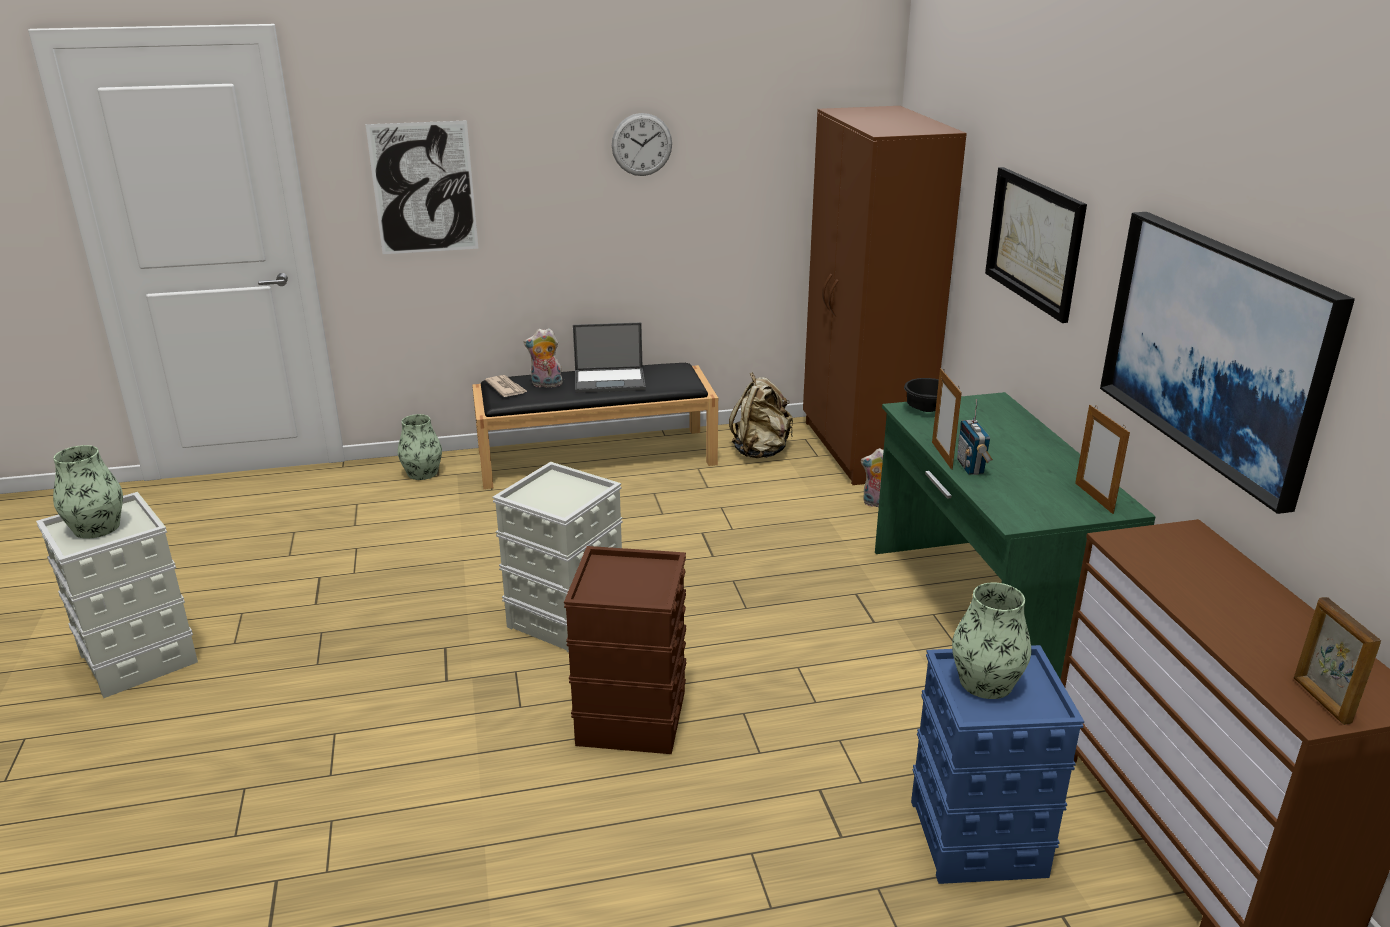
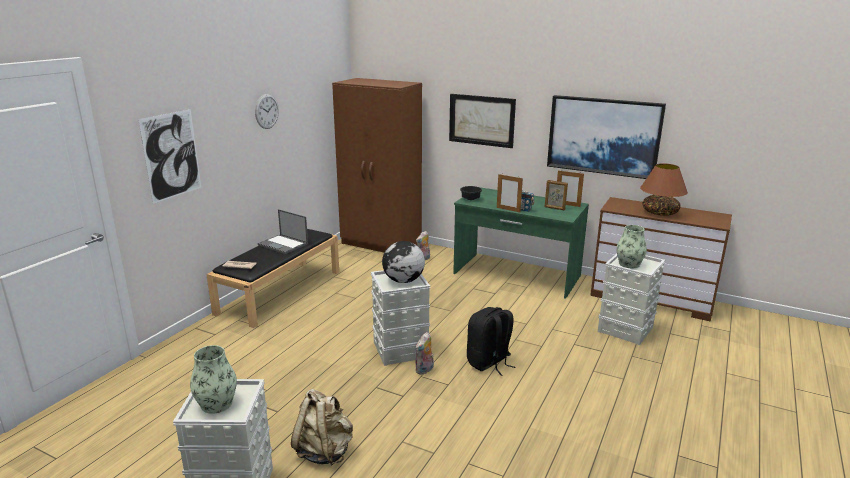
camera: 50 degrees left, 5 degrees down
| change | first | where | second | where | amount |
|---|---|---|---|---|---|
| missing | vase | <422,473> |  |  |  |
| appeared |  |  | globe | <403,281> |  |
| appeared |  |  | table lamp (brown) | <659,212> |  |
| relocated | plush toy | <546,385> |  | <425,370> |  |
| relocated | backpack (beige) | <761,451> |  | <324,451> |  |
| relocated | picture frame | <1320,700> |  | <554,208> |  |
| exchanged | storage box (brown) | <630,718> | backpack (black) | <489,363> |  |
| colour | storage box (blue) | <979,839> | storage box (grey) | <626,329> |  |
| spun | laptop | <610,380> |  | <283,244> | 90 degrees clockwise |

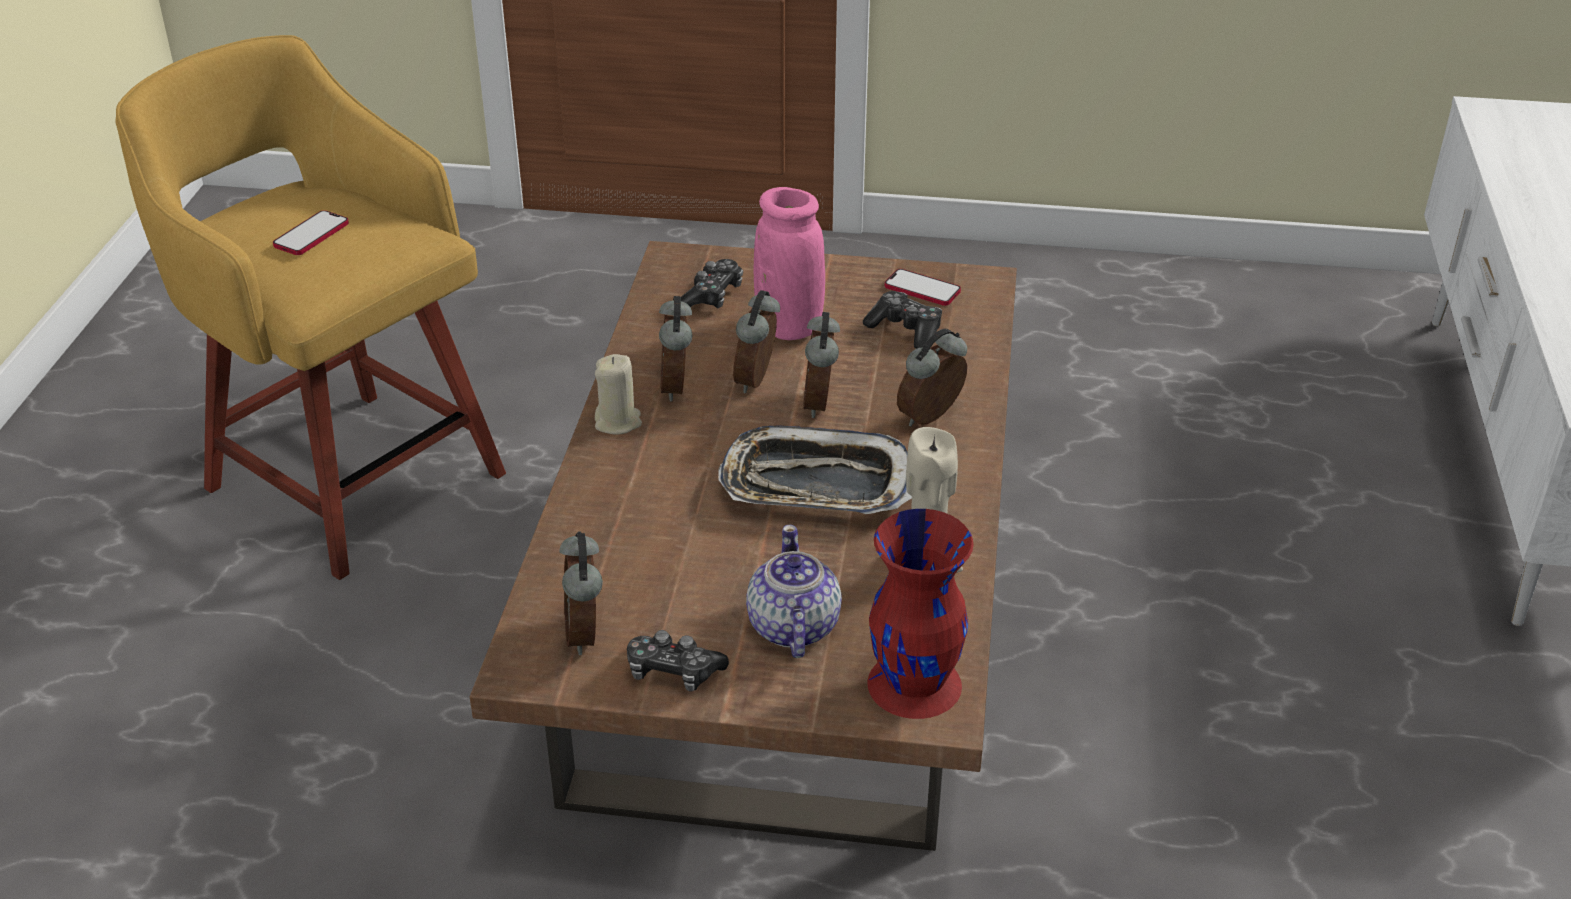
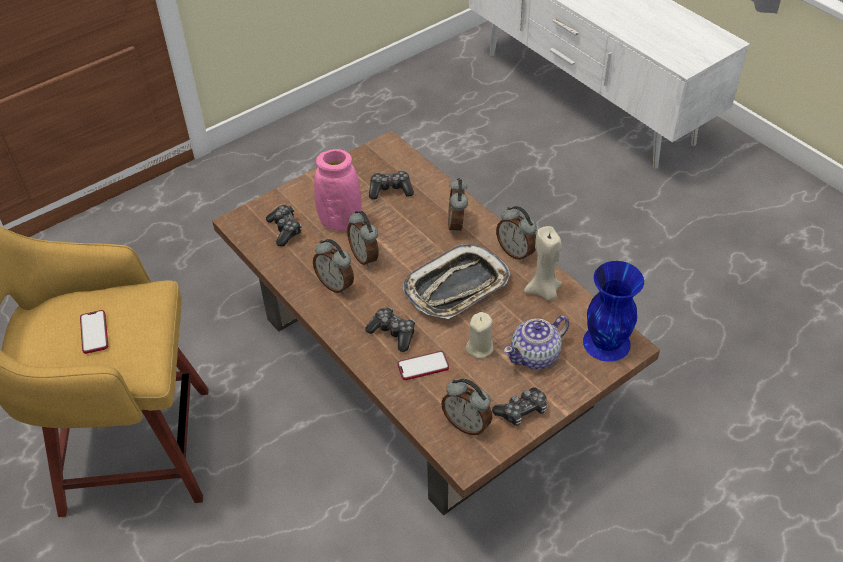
camera: 45 degrees left, 10 degrees up
| change | first | where | second | where | amount |
|---|---|---|---|---|---|
| appeared |  |  | game controller | <393,333> |  |
| relocated | candle (beige) | <618,422> |  | <479,347> |  |
| relocated | alarm clock | <820,403> |  | <516,252> |  |
| relocated | phone | <922,289> |  | <423,366> |  |
| colour | vase (red) | <916,684> | vase (blue) | <607,342> |  |
| spun | teapot | <792,627> |  | <535,355> | 75 degrees counterclockwise |

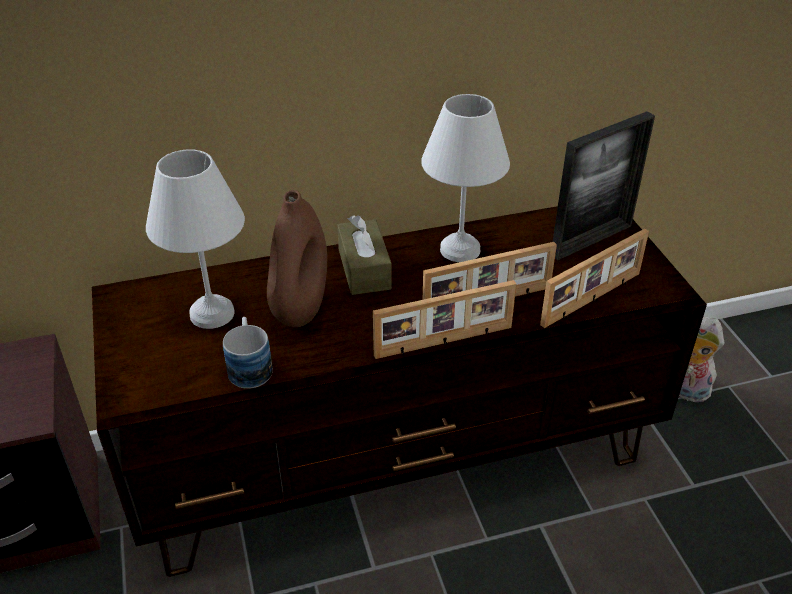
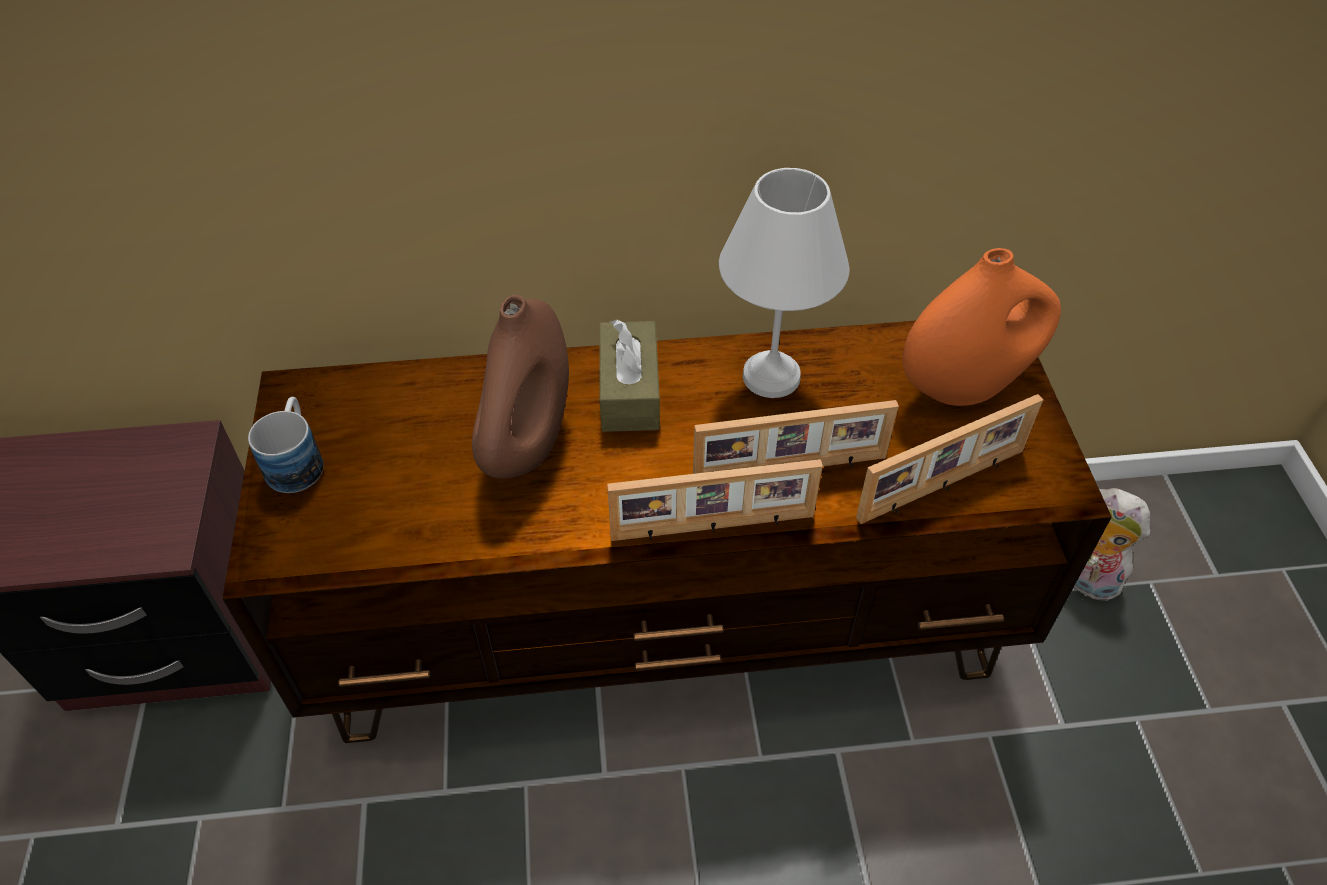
camera: 10 degrees right, 10 degrees up
| change | first | where | second | where | amount |
|---|---|---|---|---|---|
| missing | table lamp (white) | <214,312> |  |  |  |
| relocated | mug | <249,366> |  | <297,460> |  |
| exchanged | picture frame | <591,240> | vase (orange) | <966,384> |  |

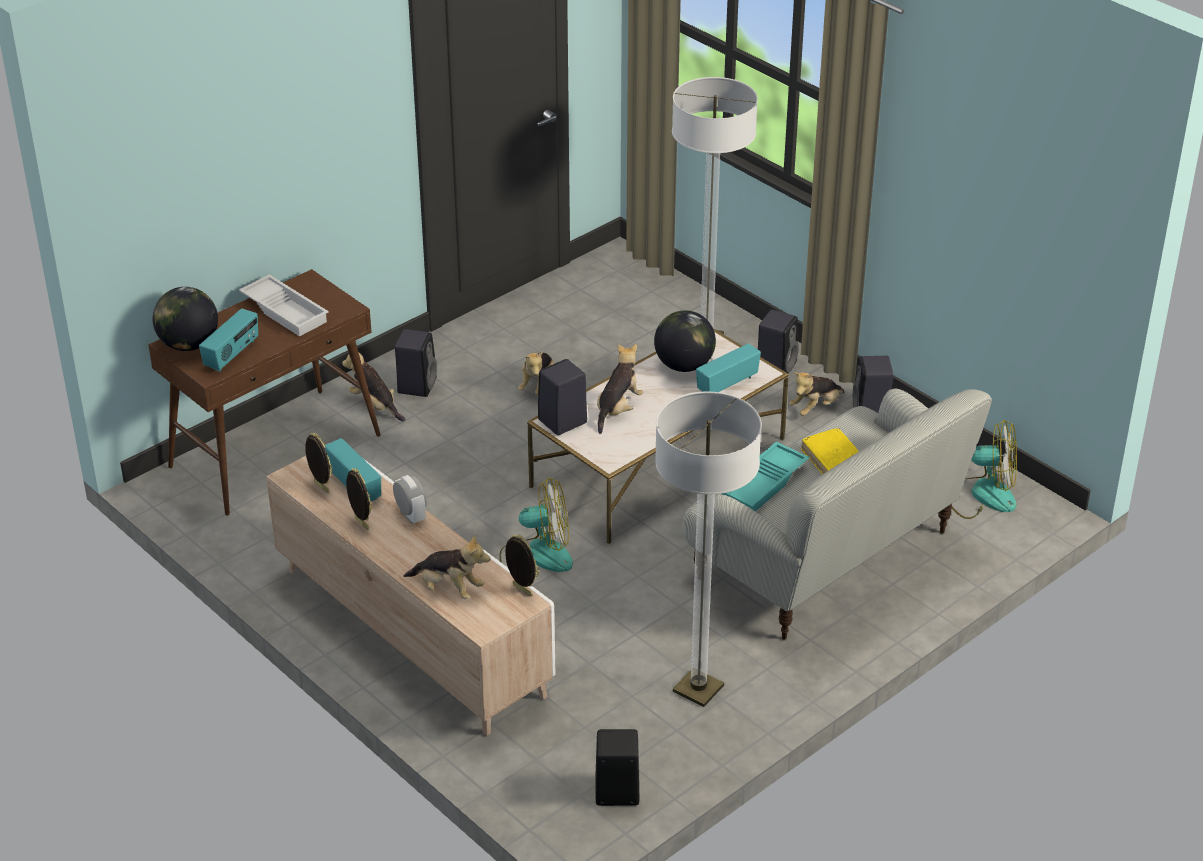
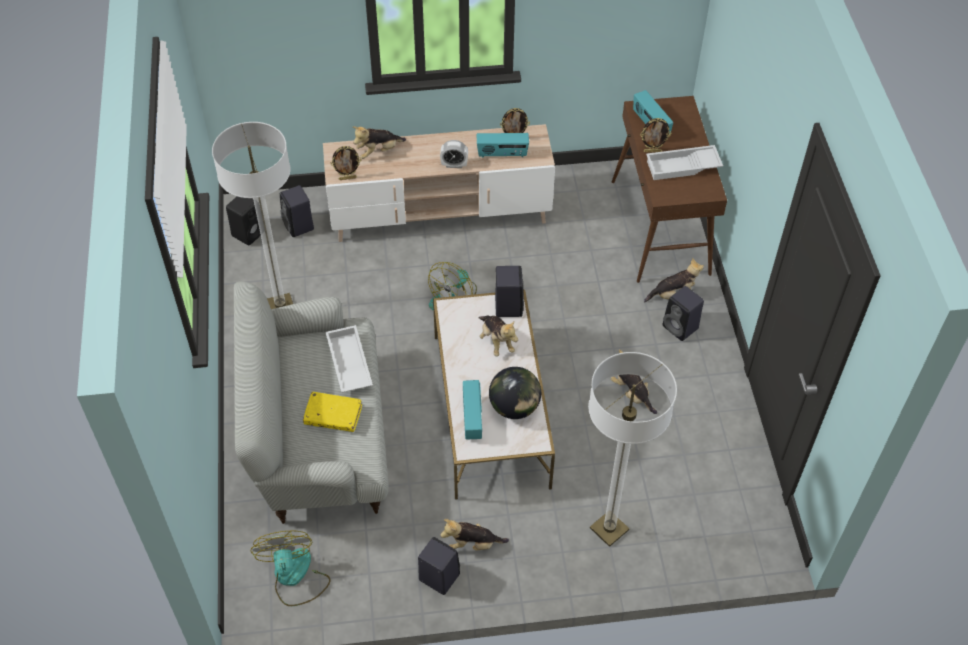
camera: 125 degrees right, 15 degrees up
| change | first | where | second | where | amount |
|---|---|---|---|---|---|
| missing | globe | <189,345> |  |  |  |
| relocated | picture frame | <360,524> |  | <652,151> |  |
| relocated | speaker (black) | <776,366> |  | <299,226> |  |
| colour | tray (turquoise) | <764,485> | tray (white) | <348,363> |  |
| spun | plush toy | <815,408> |  | <472,544> | 90 degrees counterclockwise |
| spun | fan | <981,495> |  | <294,577> | 120 degrees clockwise |

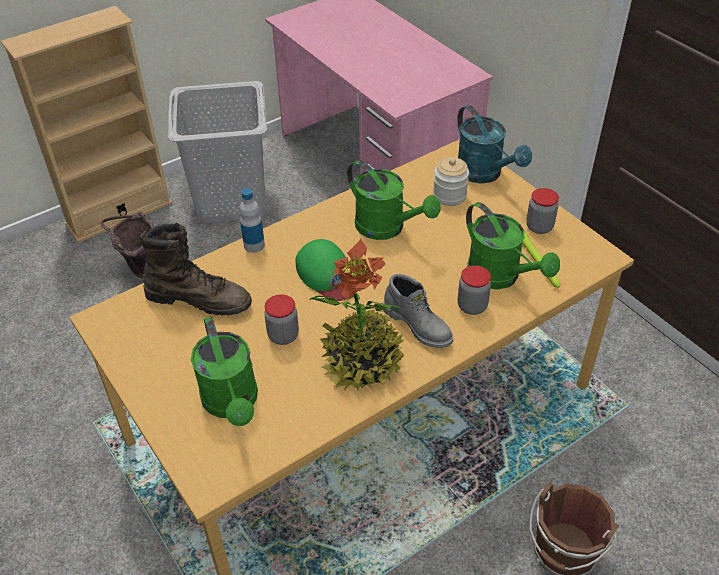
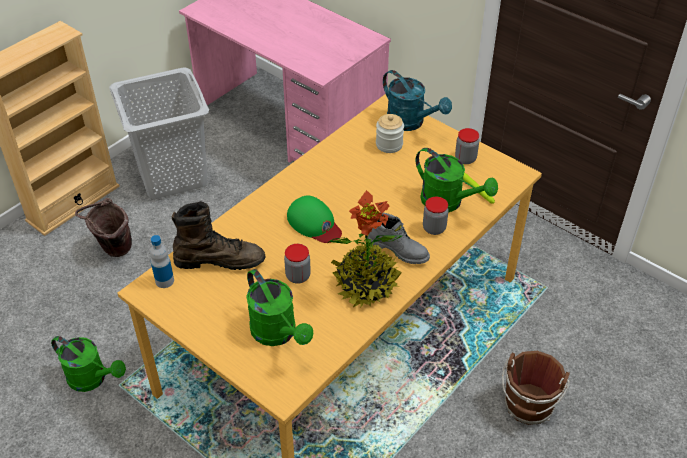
camera: 15 degrees left, 0 degrees up
| change | first | where | second | where | amount |
|---|---|---|---|---|---|
| relocated | bottle | <254,245> |  | <164,281> |  |
| relocated | watering can (green) | <387,228> |  | <93,379> |  |

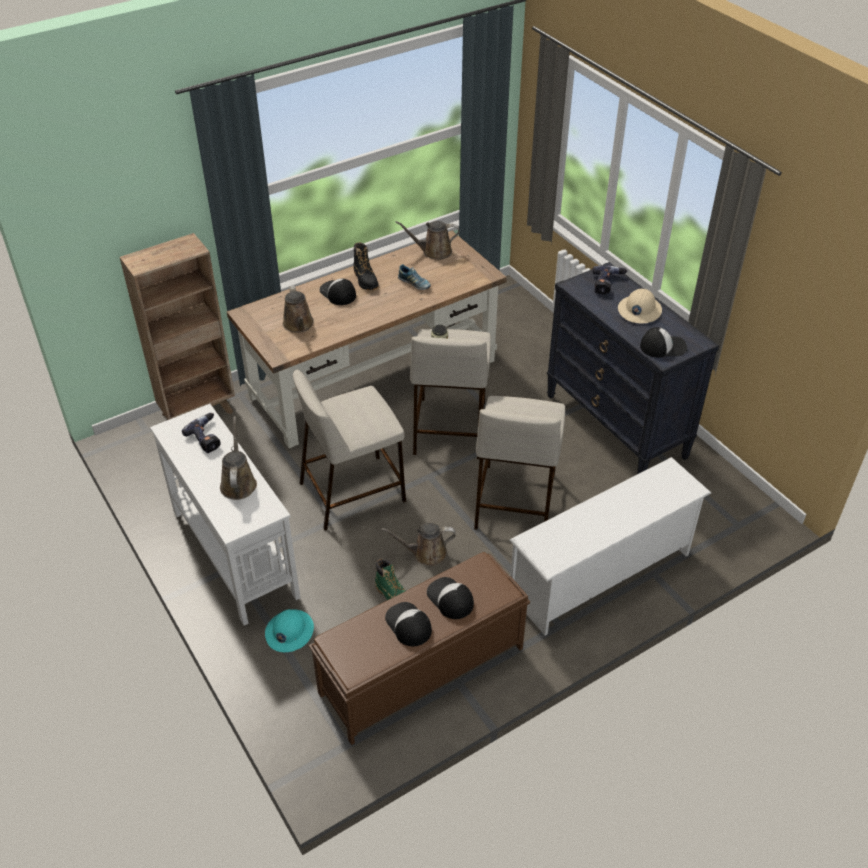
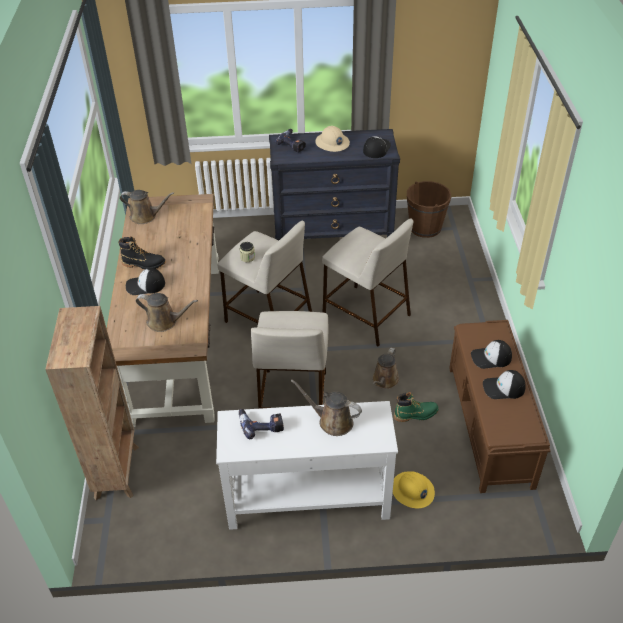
camera: 60 degrees left, 0 degrees up
| change | first | where | second | where | amount |
|---|---|---|---|---|---|
| missing | shoe | <414,284> |  |  |  |
| missing | shoe rack (white) | <601,577> |  |  |  |
| appeared |  |  | bucket (brown) | <425,227> |  |
| colour | hard hat (turquoise) | <289,631> | hard hat (yellow) | <412,491> |  |
| spun | watering can (brown) | <433,252> |  | <146,216> | 105 degrees counterclockwise |

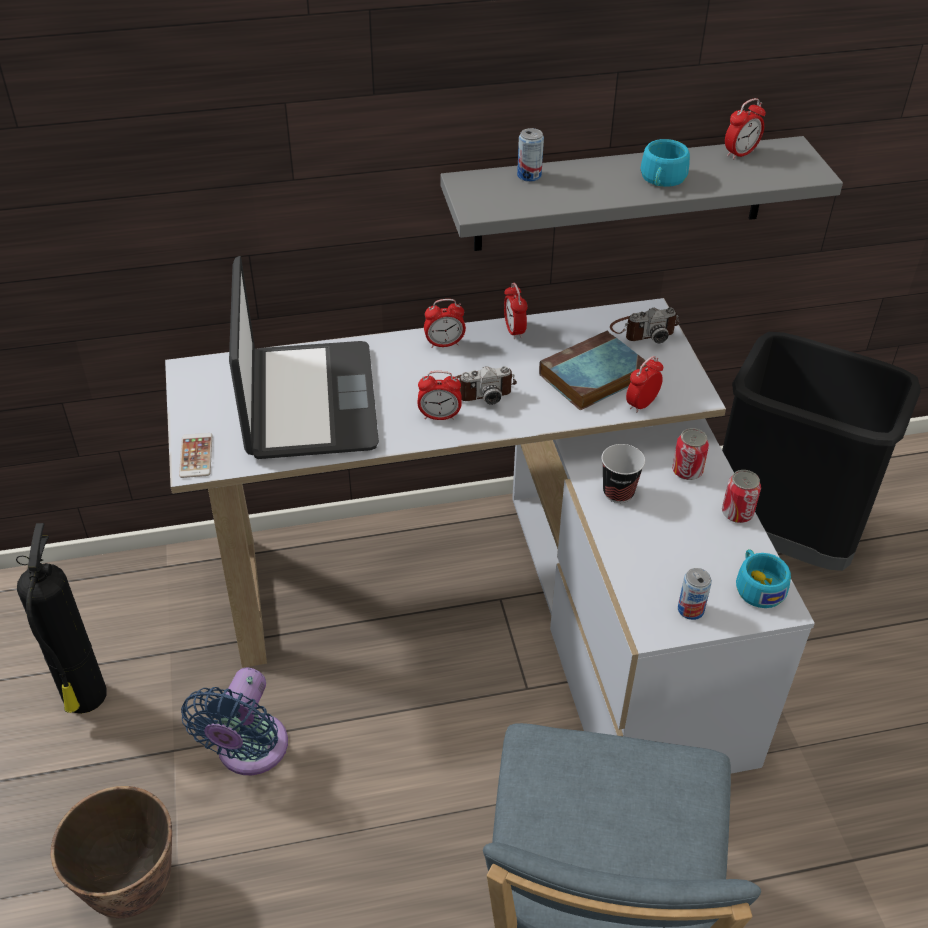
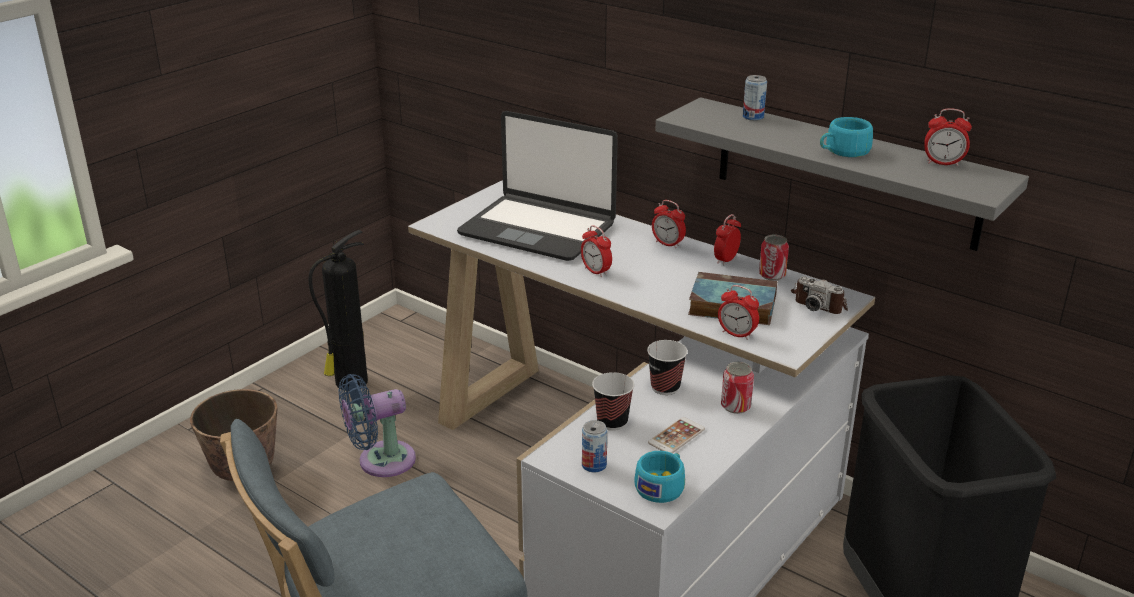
camera: 50 degrees right, 15 degrees down
| change | first | where | second | where | amount |
|---|---|---|---|---|---|
| missing | photo camera | <480,389> |  |  |  |
| appeared |  |  | cup | <612,422> |  |
| relocated | phone | <196,456> |  | <676,436> |  |
| relocated | can | <737,513> |  | <772,275> |  |
| spun | laptop | <307,402> |  | <538,229> | 75 degrees clockwise |
| spun | alarm clock | <641,404> |  | <737,334> | 150 degrees counterclockwise |

